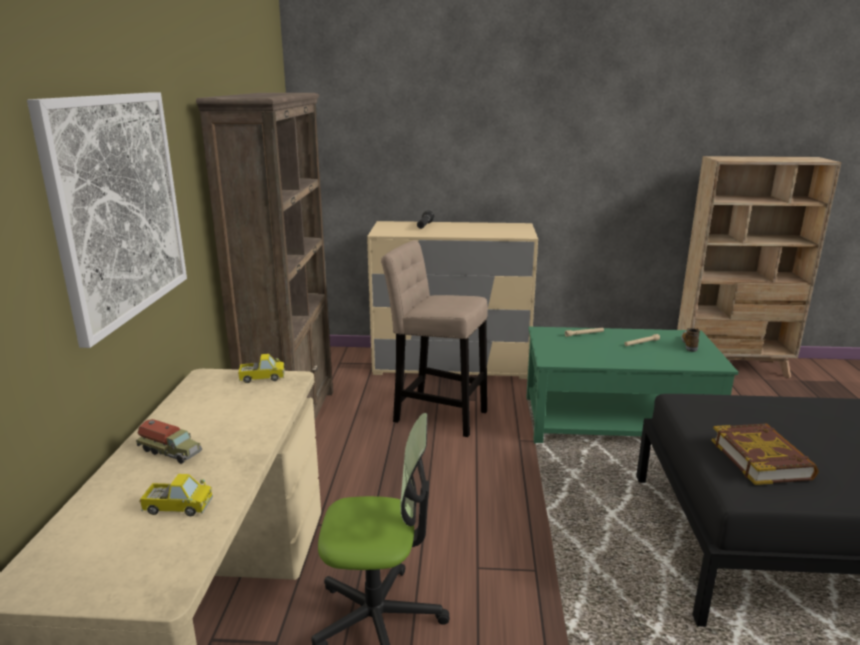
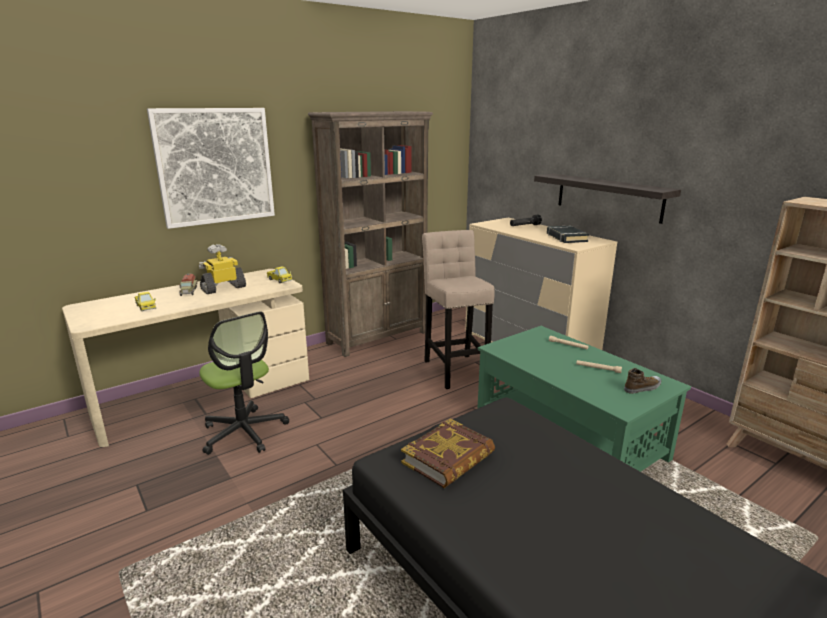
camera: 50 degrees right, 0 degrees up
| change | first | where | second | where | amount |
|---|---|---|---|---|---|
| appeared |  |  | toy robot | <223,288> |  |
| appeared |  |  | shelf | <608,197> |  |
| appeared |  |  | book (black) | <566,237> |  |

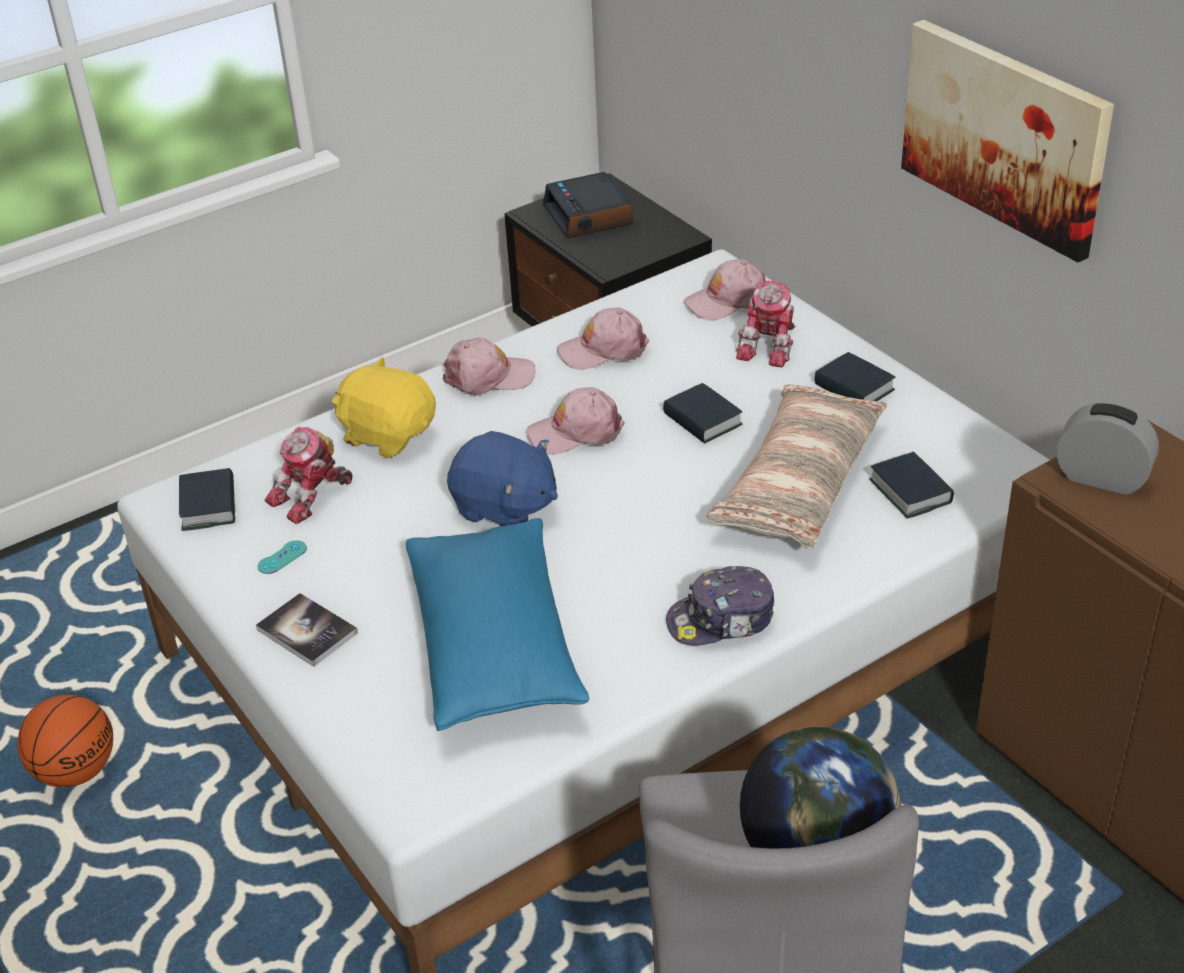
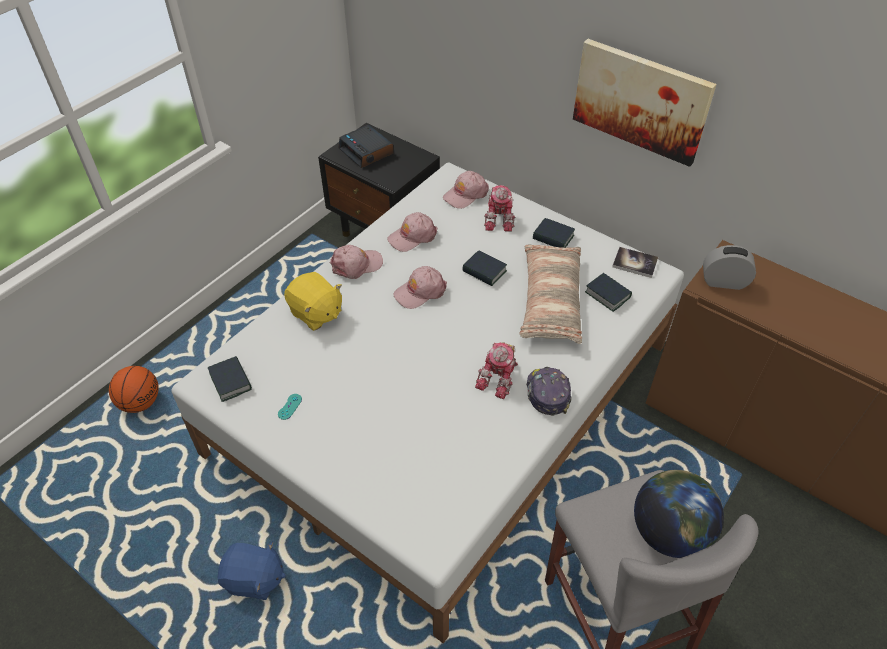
camera: 20 degrees left, 10 degrees up
| change | first | where | second | where | amount |
|---|---|---|---|---|---|
| missing | pillow (blue) | <495,646> |  |  |  |
| relocated | basketball | <77,770> |  | <140,402> |  |
| relocated | book | <307,631> |  | <635,263> |  |
| relocated | toy robot | <312,496> |  | <500,378> |  |
| relocated | plush toy (blue) | <505,508> |  | <254,579> |  |
| spun | plush toy (yellow) | <388,435> |  | <316,313> | 150 degrees counterclockwise |
| spun | cap | <721,620> |  | <547,393> | 120 degrees clockwise |

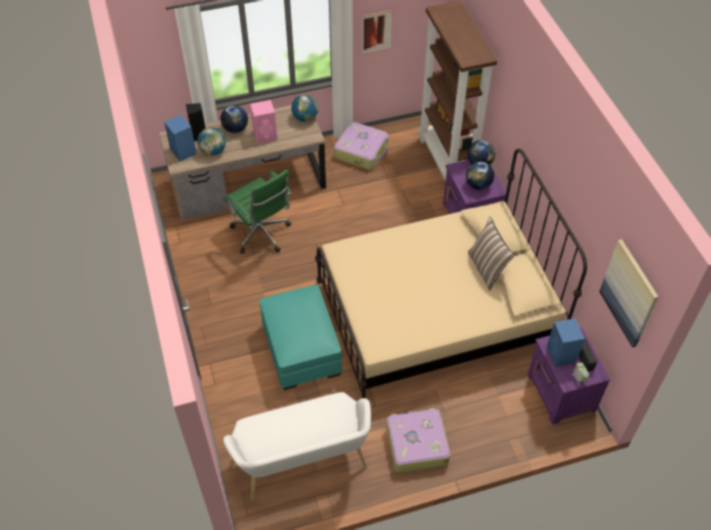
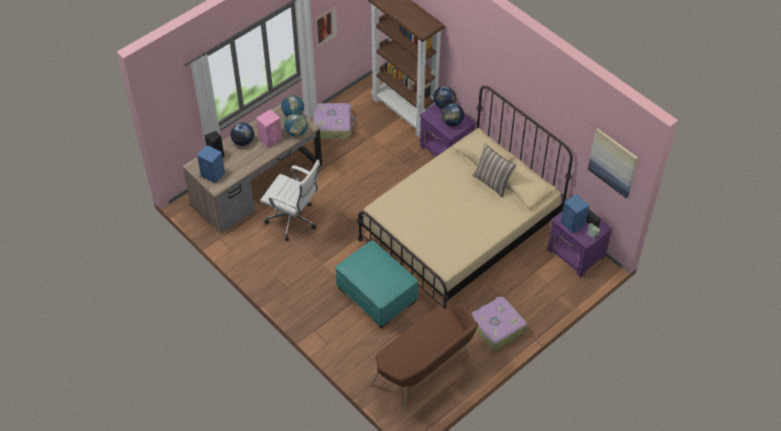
camera: 25 degrees left, 0 degrees up
| change | first | where | second | where | amount |
|---|---|---|---|---|---|
| relocated | globe | <213,151> |  | <296,132> |  |
| colour | office chair (green) | <262,235> | office chair (white) | <294,220> |  |
| colour | bench (white) | <303,464> | bench (brown) | <426,372> |  |

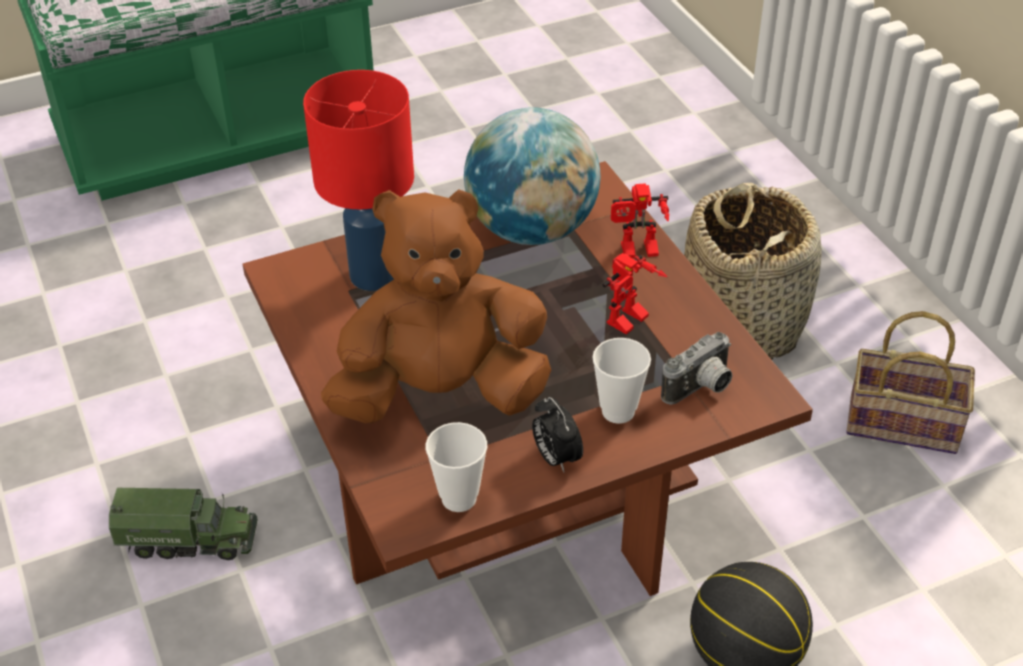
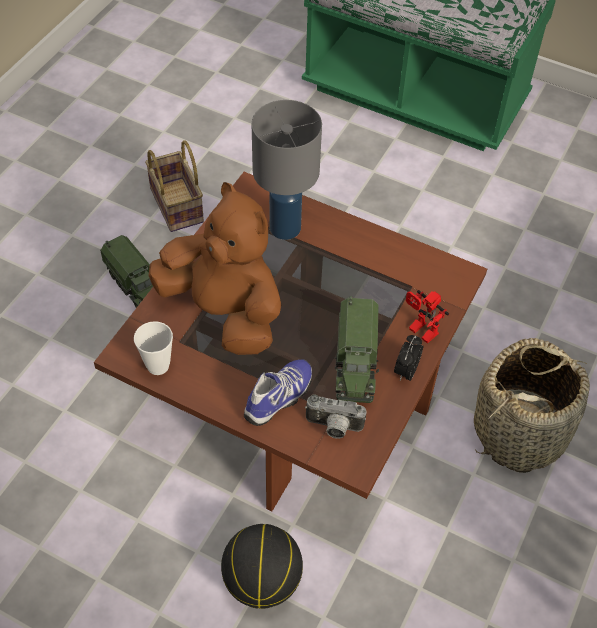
camera: 50 degrees right, 10 degrees up
| change | first | where | second | where | amount |
|---|---|---|---|---|---|
| missing | globe | <531,230> |  |  |  |
| relocated | alarm clock | <555,458> |  | <406,371> |  |
| relocated | basket | <905,423> |  | <178,206> |  |
| exchanged | cup | <618,411> | shoe | <280,398> |  |
| exchanged | toy robot | <630,323> | toy truck | <355,363> |  |
| colour | table lamp (red) | <373,274> | table lamp (grey) | <285,227> |  |

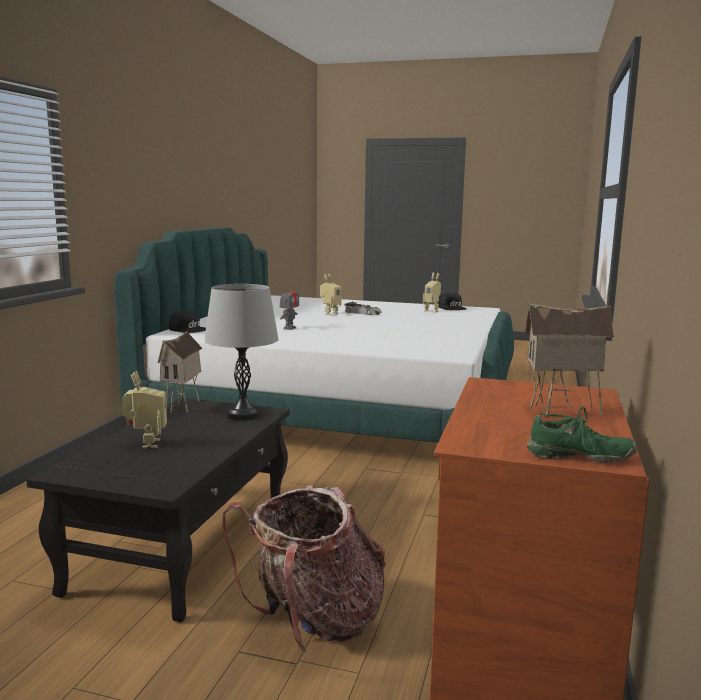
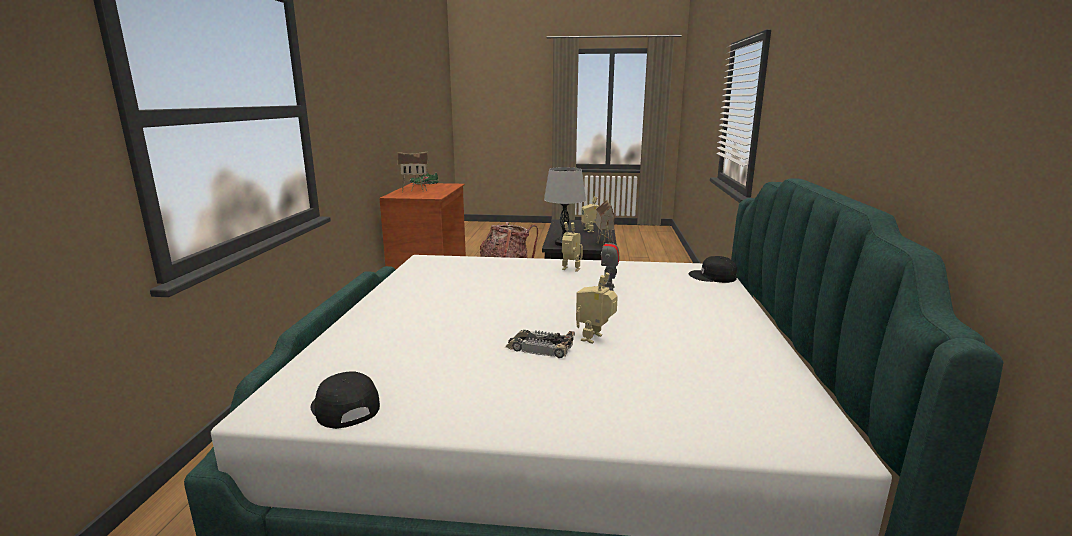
camera: 170 degrees right, 5 degrees up
| change | first | where | second | where | amount |
|---|---|---|---|---|---|
| relocated | toy robot | <432,311> |  | <570,270> |  |

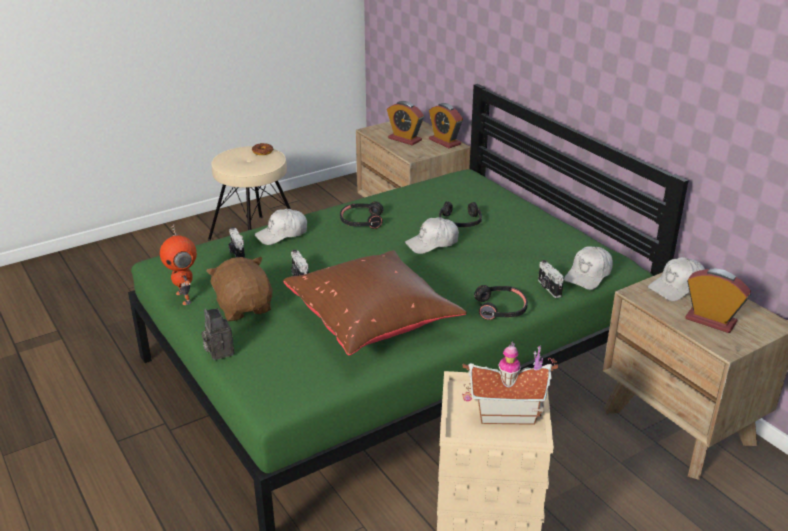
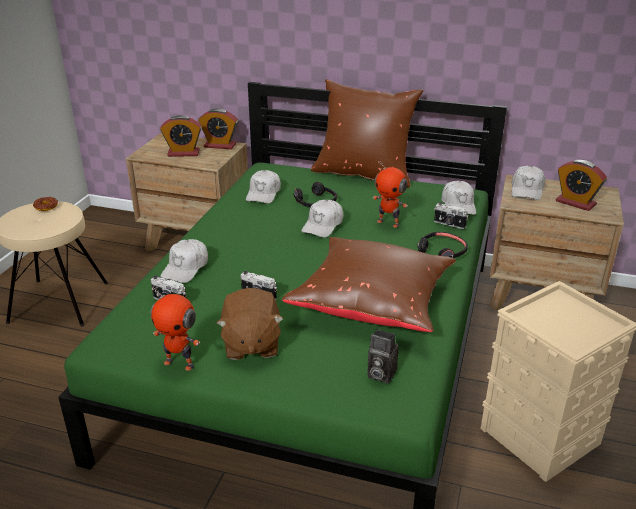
camera: 40 degrees left, 0 degrees up
| change | first | where | second | where | amount |
|---|---|---|---|---|---|
| missing | headphones (black) | <361,221> |  |  |  |
| missing | toy house | <505,412> |  |  |  |
| appeared |  |  | cap (white) | <263,194> |  |
| appeared |  |  | pillow (brown) | <364,173> |  |
| appeared |  |  | toy robot | <388,222> |  |
| relocated | photo camera | <218,351> |  | <379,374> |  |
| spun | plush toy (brown) | <244,307> |  | <251,344> | 120 degrees counterclockwise |
| spun | alarm clock | <710,320> |  | <575,203> | 135 degrees counterclockwise |

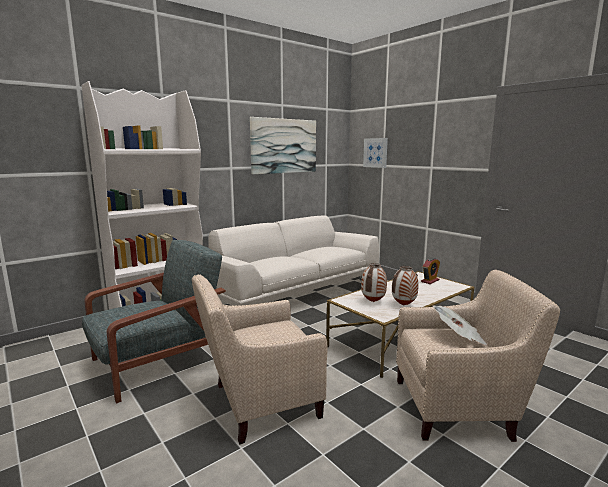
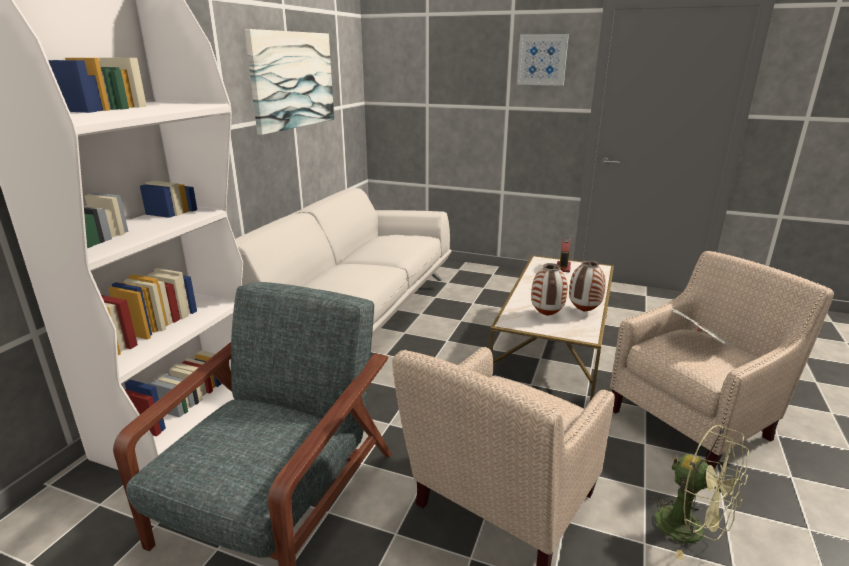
camera: 30 degrees left, 10 degrees up
| change | first | where | second | where | amount |
|---|---|---|---|---|---|
| appeared |  |  | fan (green) | <690,530> |  |
| relocated | picture | <375,152> |  | <542,60> |  |

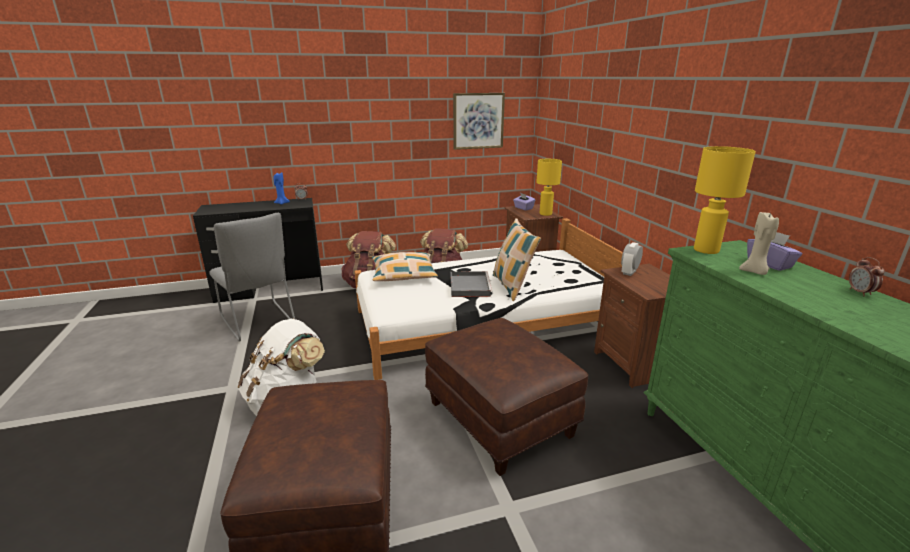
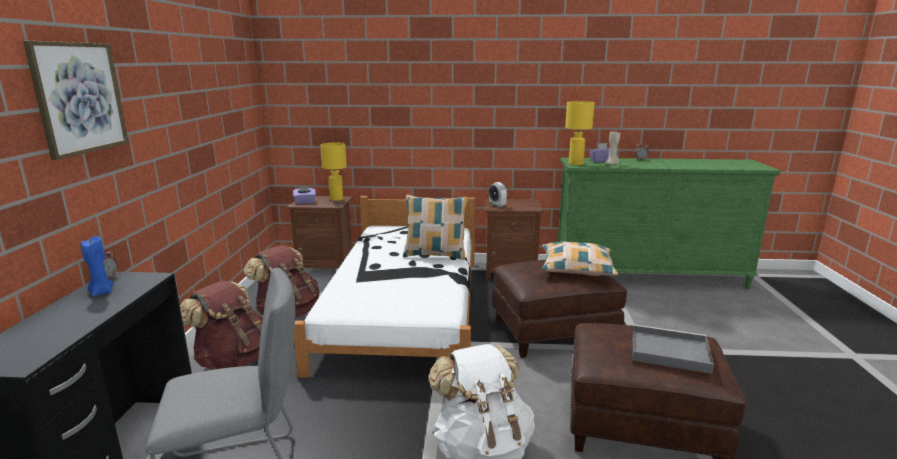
camera: 70 degrees left, 5 degrees down
| change | first | where | second | where | amount |
|---|---|---|---|---|---|
| relocated | pillow | <403,274> |  | <576,268> |  |
| relocated | tray (grey) | <469,286> |  | <667,351> |  |
| relocated | picture | <478,121> |  | <79,98> |  |

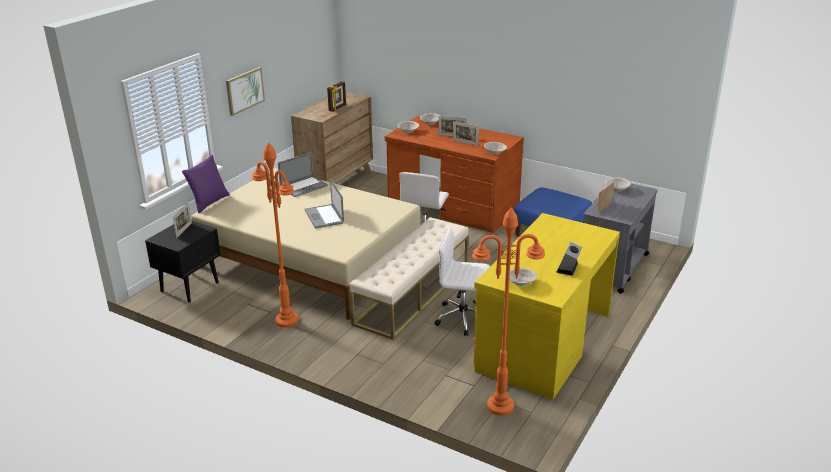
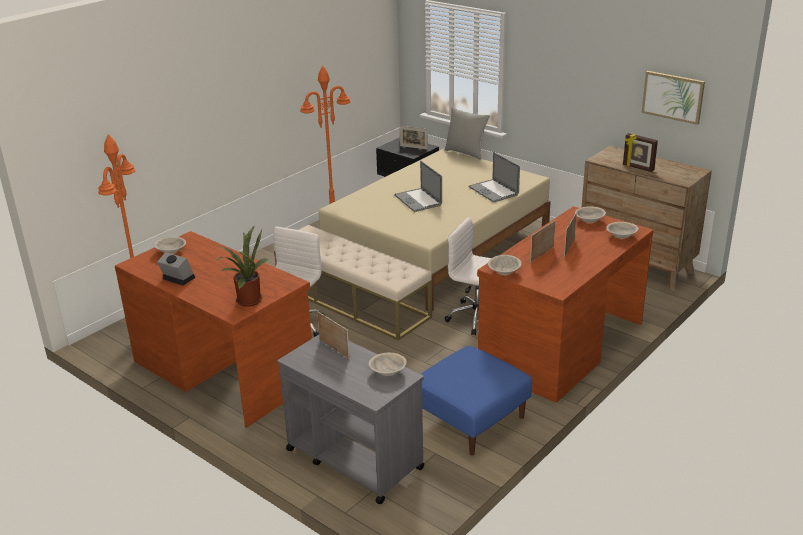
camera: 100 degrees right, 0 degrees up
| change | first | where | second | where | amount |
|---|---|---|---|---|---|
| appeared |  |  | potted plant | <247,300> |  |
| relocated | picture | <244,90> |  | <673,97> |  |
| colour | pillow (purple) | <209,203> | pillow (grey) | <466,153> |  |
| colour | desk (yellow) | <543,342> | desk (brown) | <223,370> |  |
| spun | laptop | <324,216> |  | <418,200> | 105 degrees counterclockwise |

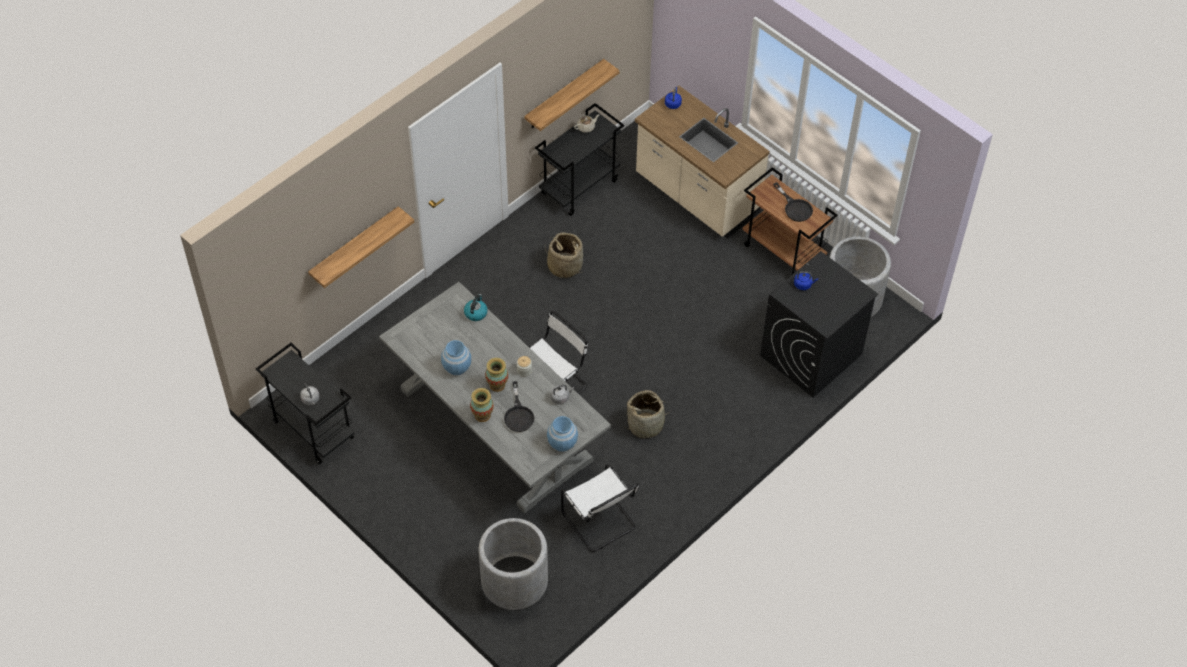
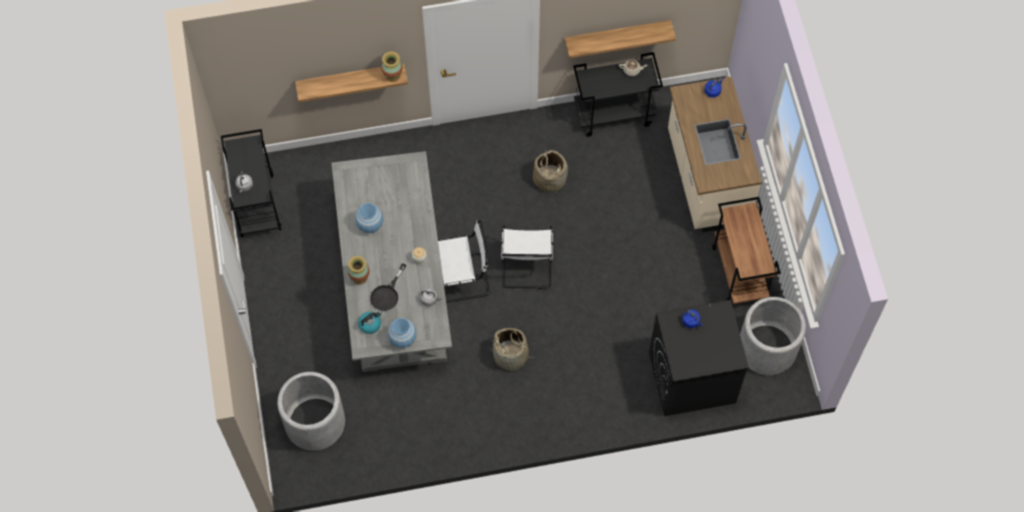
camera: 35 degrees right, 10 degrees up
| change | first | where | second | where | amount |
|---|---|---|---|---|---|
| missing | frying pan (black) | <795,208> |  |  |  |
| relocated | kettle | <476,313> |  | <370,324> |  |
| relocated | vase | <497,385> |  | <392,75> |  |
| relocated | chair (white) | <600,522> |  | <526,268> |  |

